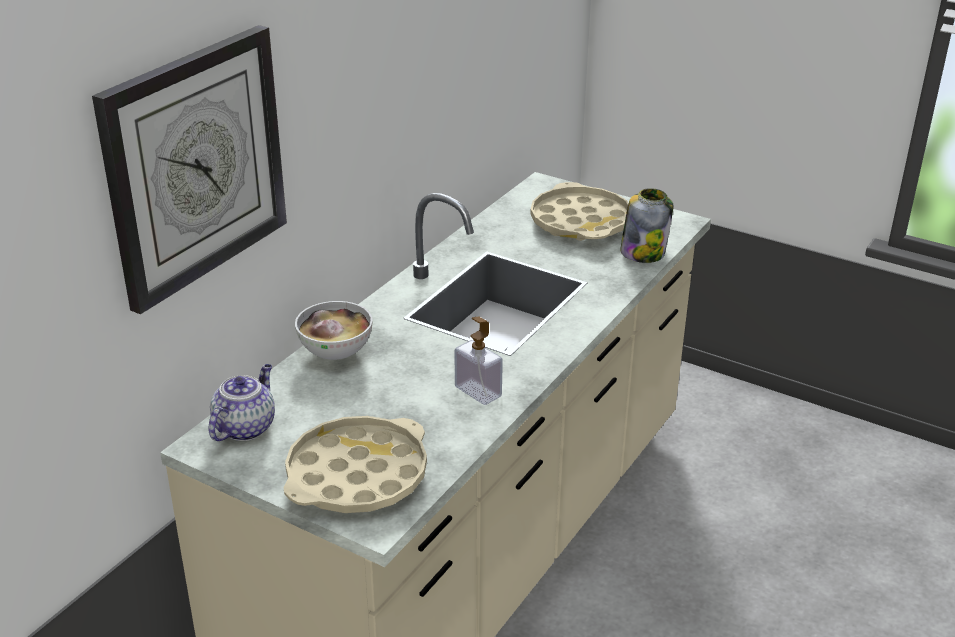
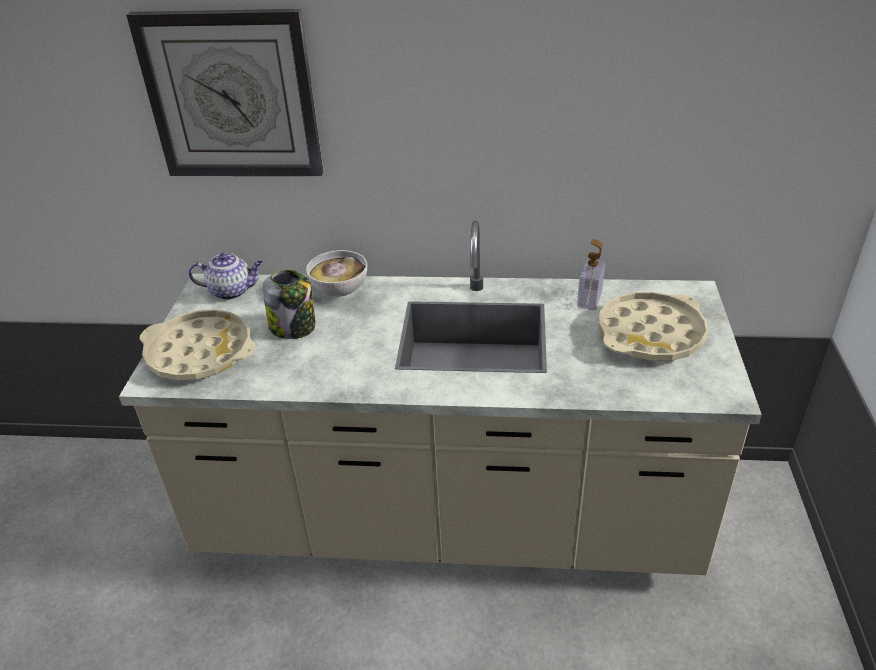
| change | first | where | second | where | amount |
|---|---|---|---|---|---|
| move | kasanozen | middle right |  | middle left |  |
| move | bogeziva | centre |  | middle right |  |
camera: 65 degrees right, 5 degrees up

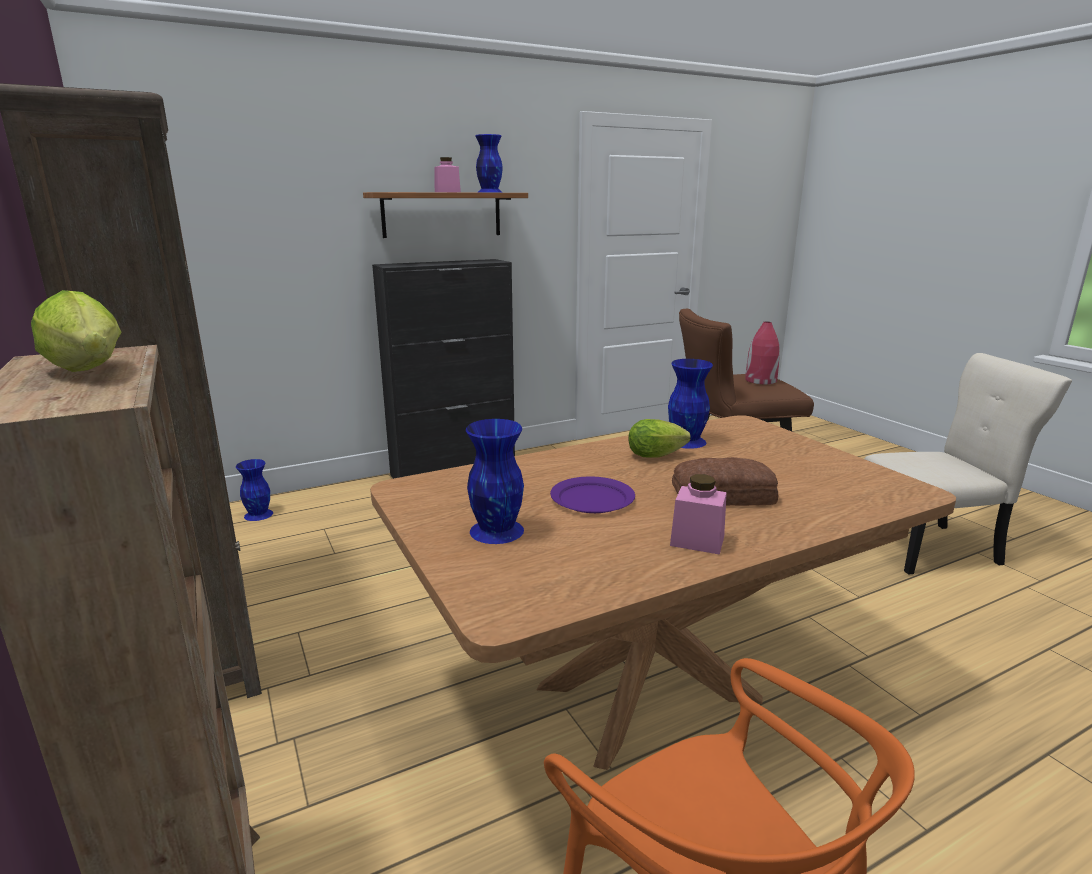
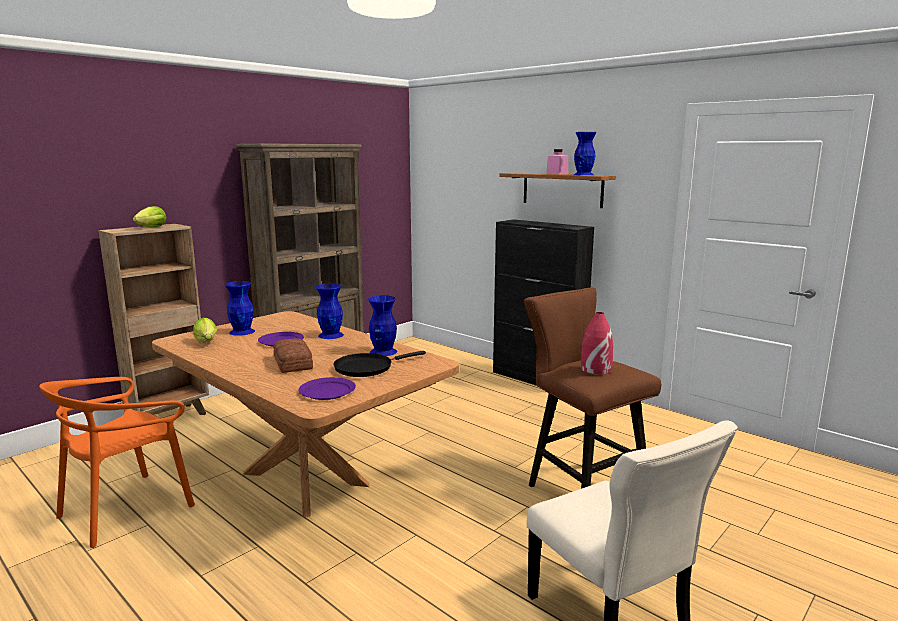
| change | first | where | second | where | amount |
|---|---|---|---|---|---|
| move | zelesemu (2nd from left) | centre |  | middle left |  |
| move | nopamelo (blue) (1st from left in the first image) | middle left | nopamelo (blue) (2nd from left) | centre |  |
| delete | kasanozen (pink) (2nd from left) | centre |  |  |  |
| insert |  |  | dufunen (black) | centre |  |
| insert |  |  | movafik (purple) (2nd from left) | centre |  |
camera: 70 degrees right, 5 degrees down

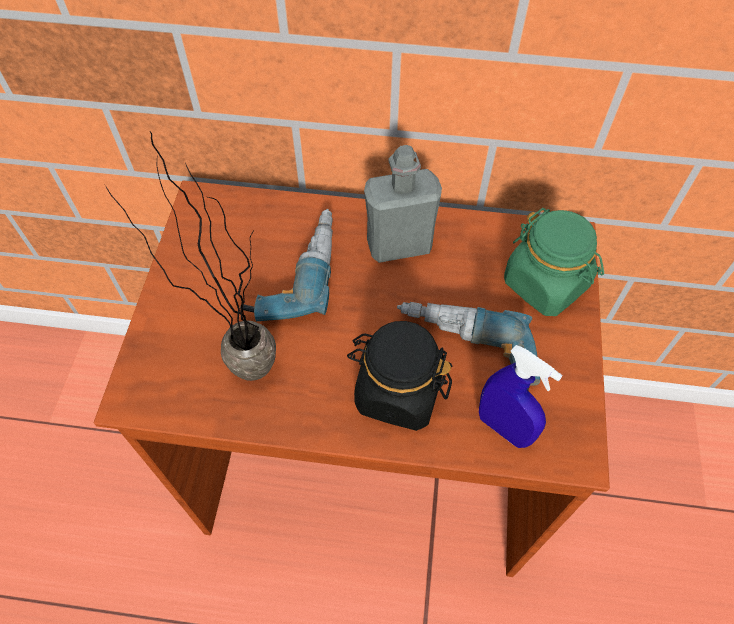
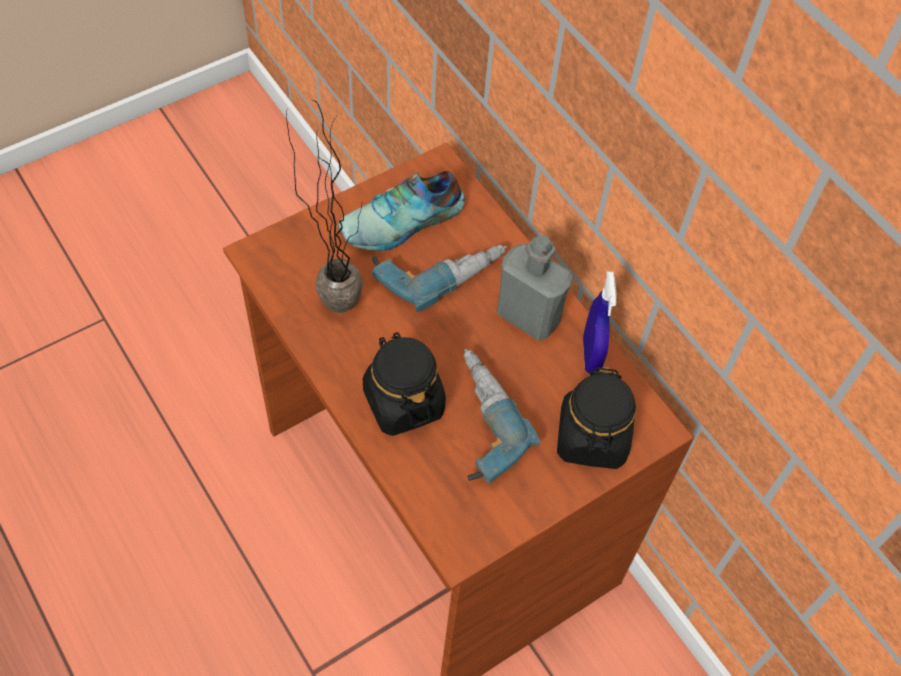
| change | first | where | second | where | amount |
|---|---|---|---|---|---|
| recolor | kasanozen (green) | middle right | kasanozen (black) (2nd from left) | centre |  |
| move | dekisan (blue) | middle right |  | centre |  |
| insert |  |  | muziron | top centre |  |
camera: 45 degrees right, 0 degrees up

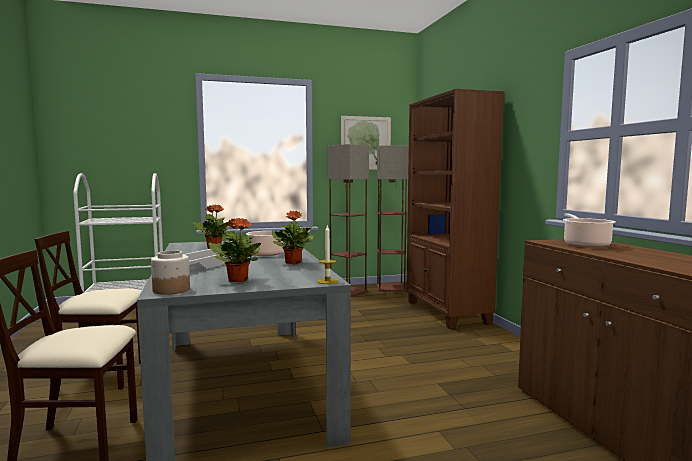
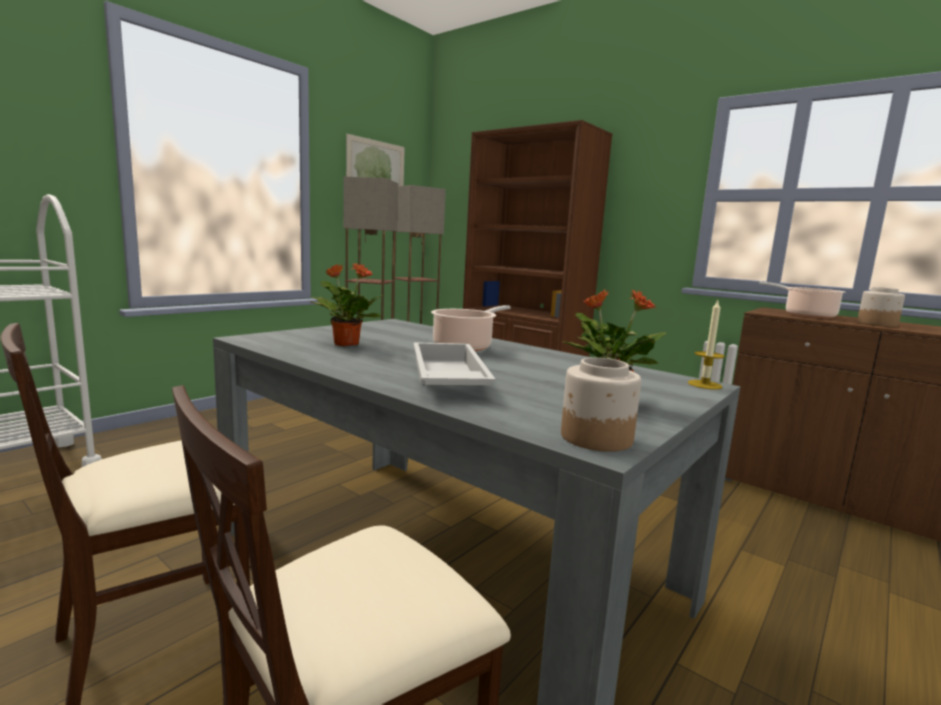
| change | first | where | second | where | amount |
|---|---|---|---|---|---|
| delete | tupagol (3rd from left) | centre |  |  |  |
| insert |  |  | kasanozen (2nd from left) | middle right |  |
camera: 35 degrees left, 5 degrees up

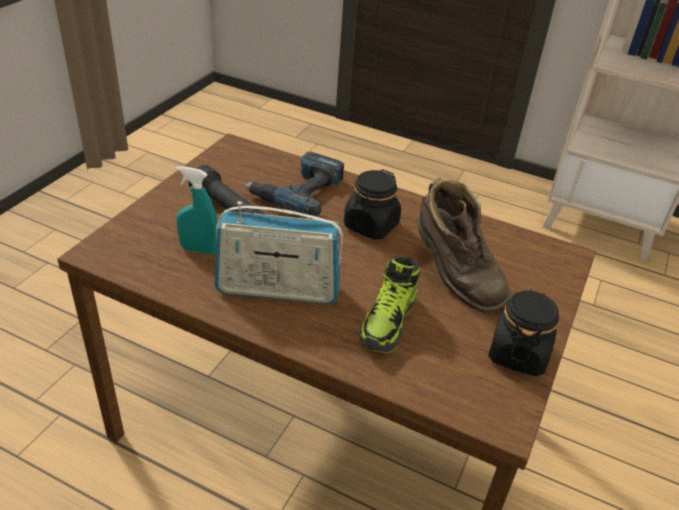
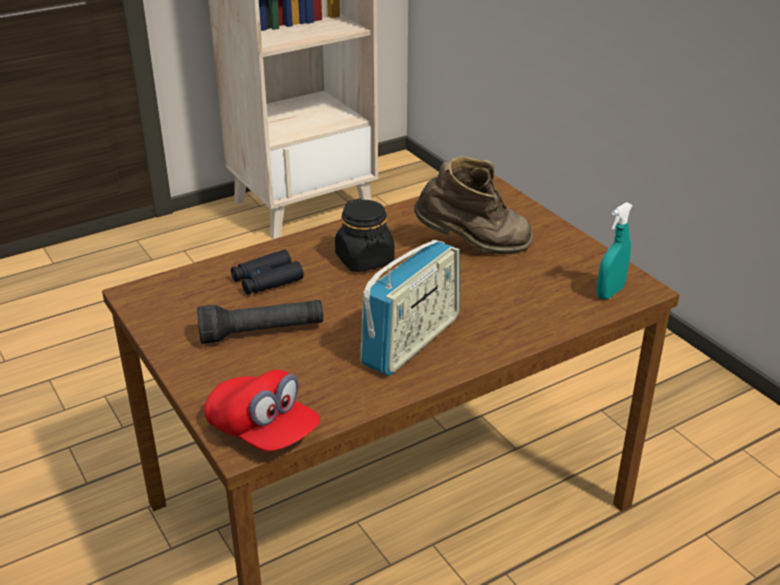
| change | first | where | second | where | amount |
|---|---|---|---|---|---|
| replace | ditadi | centre | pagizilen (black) | centre |  |
| move | dekisan (turquoise) | middle left |  | middle right |  |
| delete | muziron | centre |  |  |  |
| delete | kasanozen (black) (2nd from left) | middle right |  |  |  |
| insert |  |  | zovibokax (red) | bottom centre |  |
camera: 55 degrees left, 5 degrees down

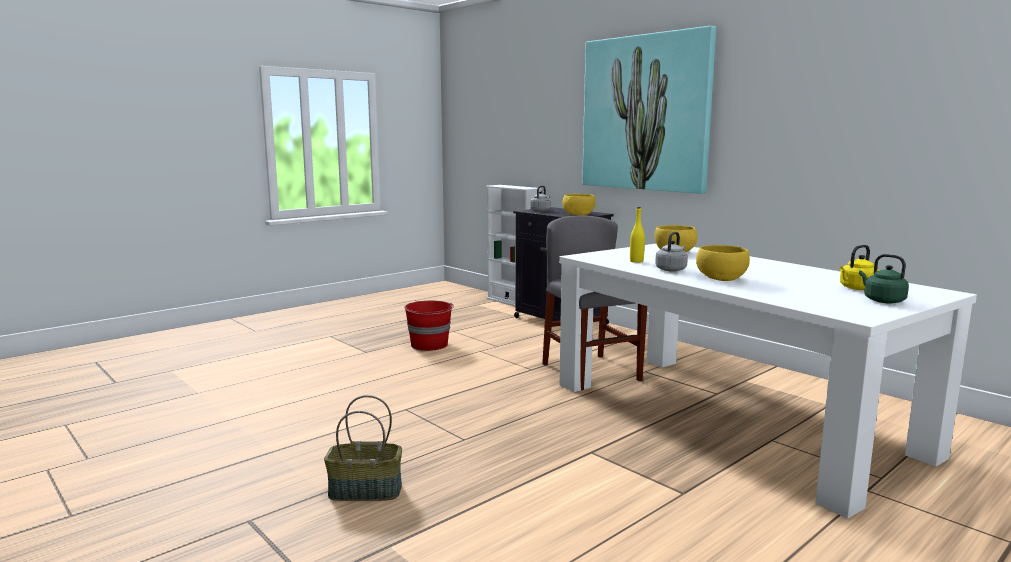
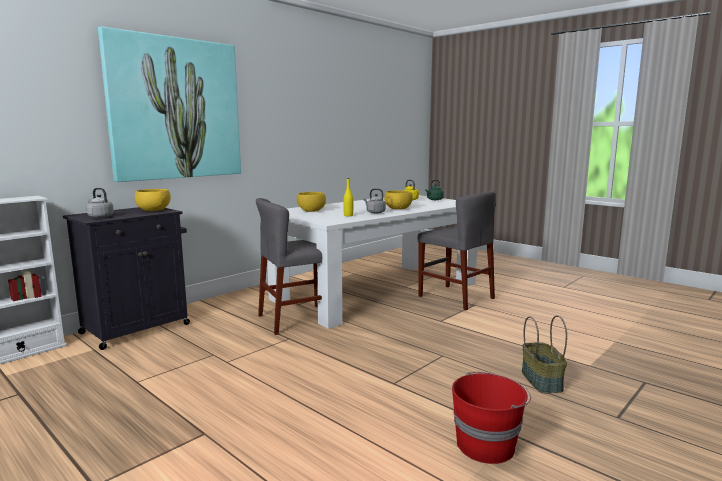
| change | first | where | second | where | amount |
|---|---|---|---|---|---|
| move | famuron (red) | centre |  | bottom right |  |
| insert |  |  | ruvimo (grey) (2nd from left) | centre |  |
camera: 95 degrees left, 0 degrees up

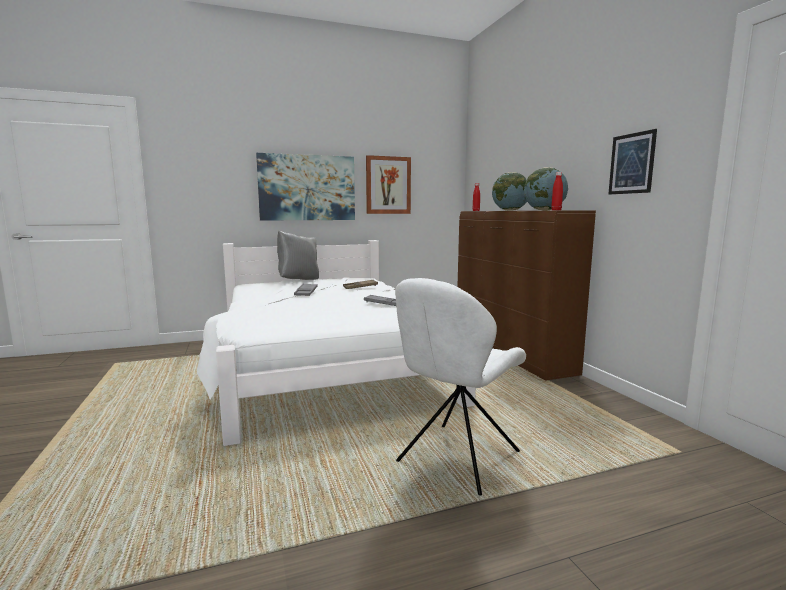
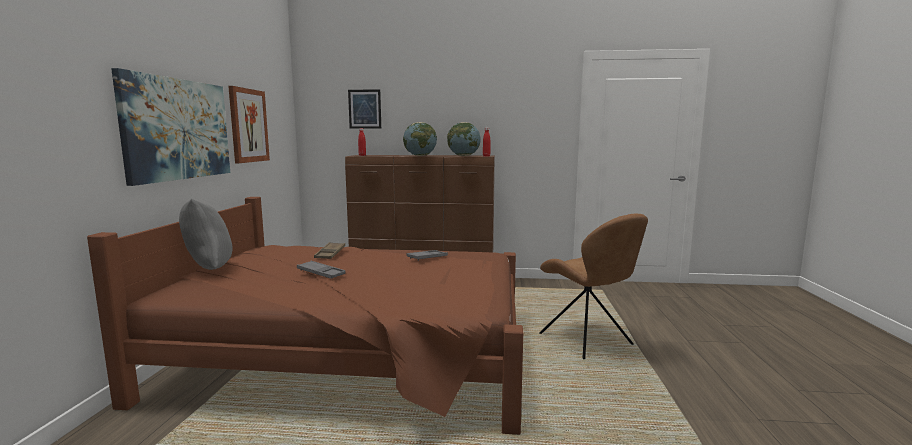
| change | first | where | second | where | amount |
|---|---|---|---|---|---|
| move | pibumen (3rd from left) | top right |  | top centre |  |
| recolor | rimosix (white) | centre | rimosix (brown) | bottom centre |  |
| recolor | ruvimo (white) | centre | ruvimo (brown) | centre |  |
camera: 65 degrees left, 0 degrees up

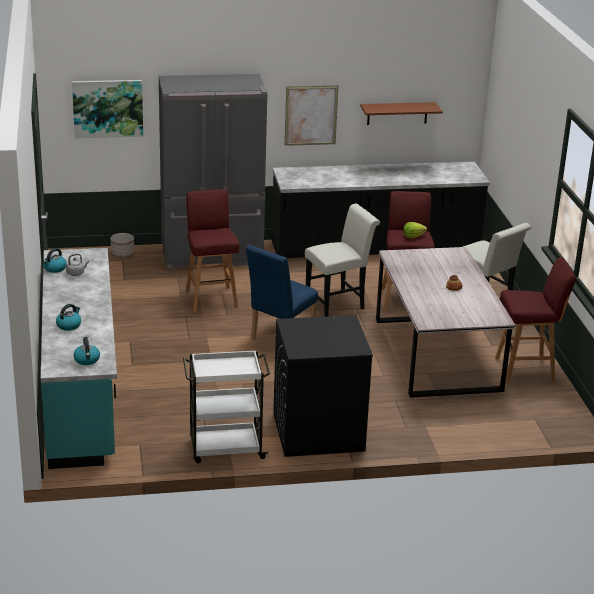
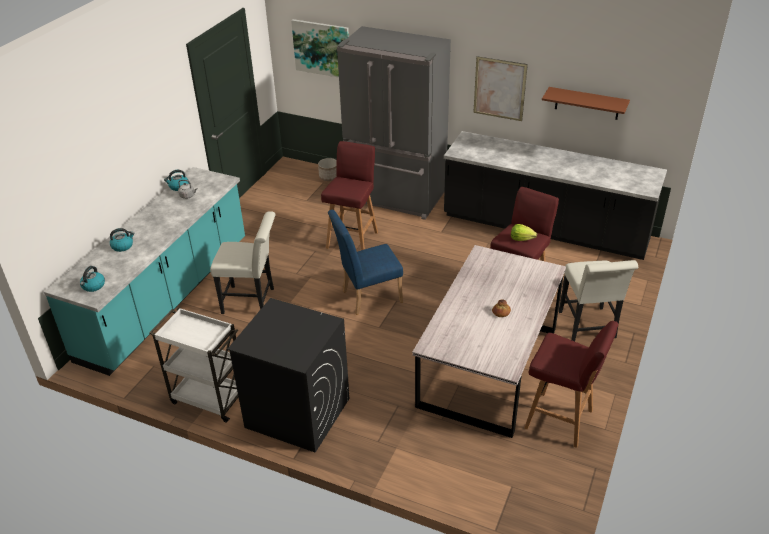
| change | first | where | second | where | amount |
|---|---|---|---|---|---|
| move | ruvimo (white) (1st from left) | centre |  | middle left |  |
camera: 35 degrees right, 10 degrees up

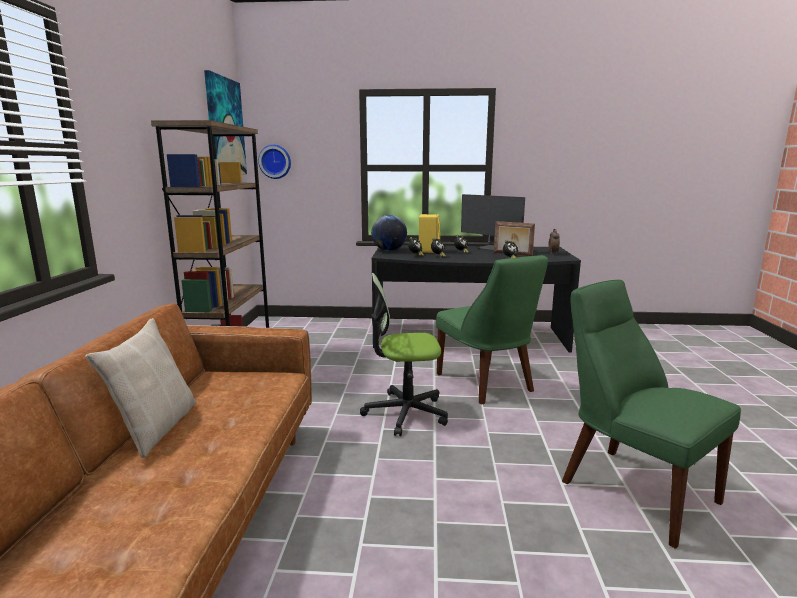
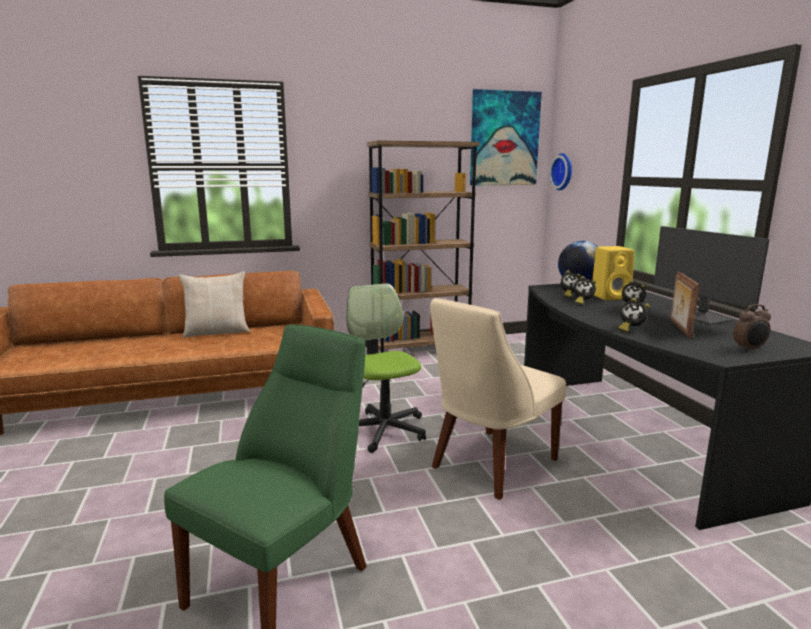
| change | first | where | second | where | amount |
|---|---|---|---|---|---|
| rotate | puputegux | centre |  | middle right | 45 degrees counterclockwise |
| recolor | ruvimo (green) (1st from left) | centre | ruvimo (beige) | centre |  |
camera: 70 degrees right, 0 degrees up

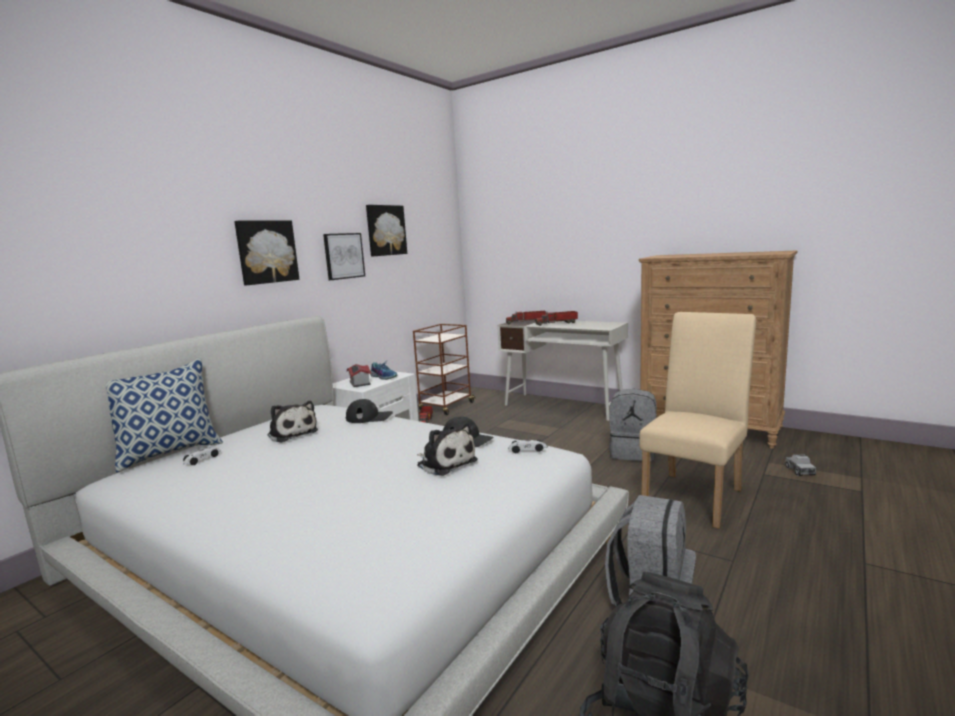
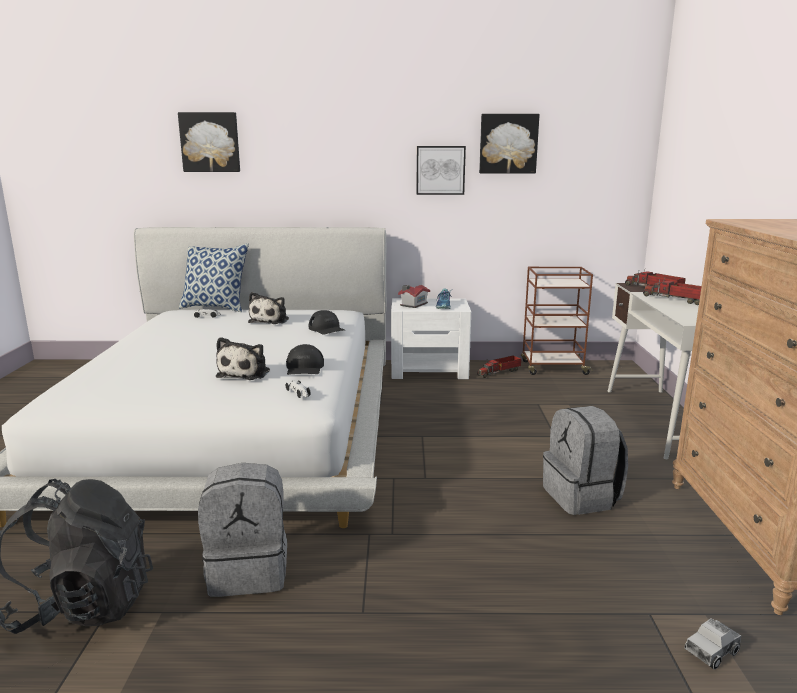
| change | first | where | second | where | amount |
|---|---|---|---|---|---|
| move | pibumen (1st from left) | middle left |  | top left |  |
| delete | ruvimo (beige) | middle right |  |  |  |
camera: 55 degrees right, 5 degrees up

